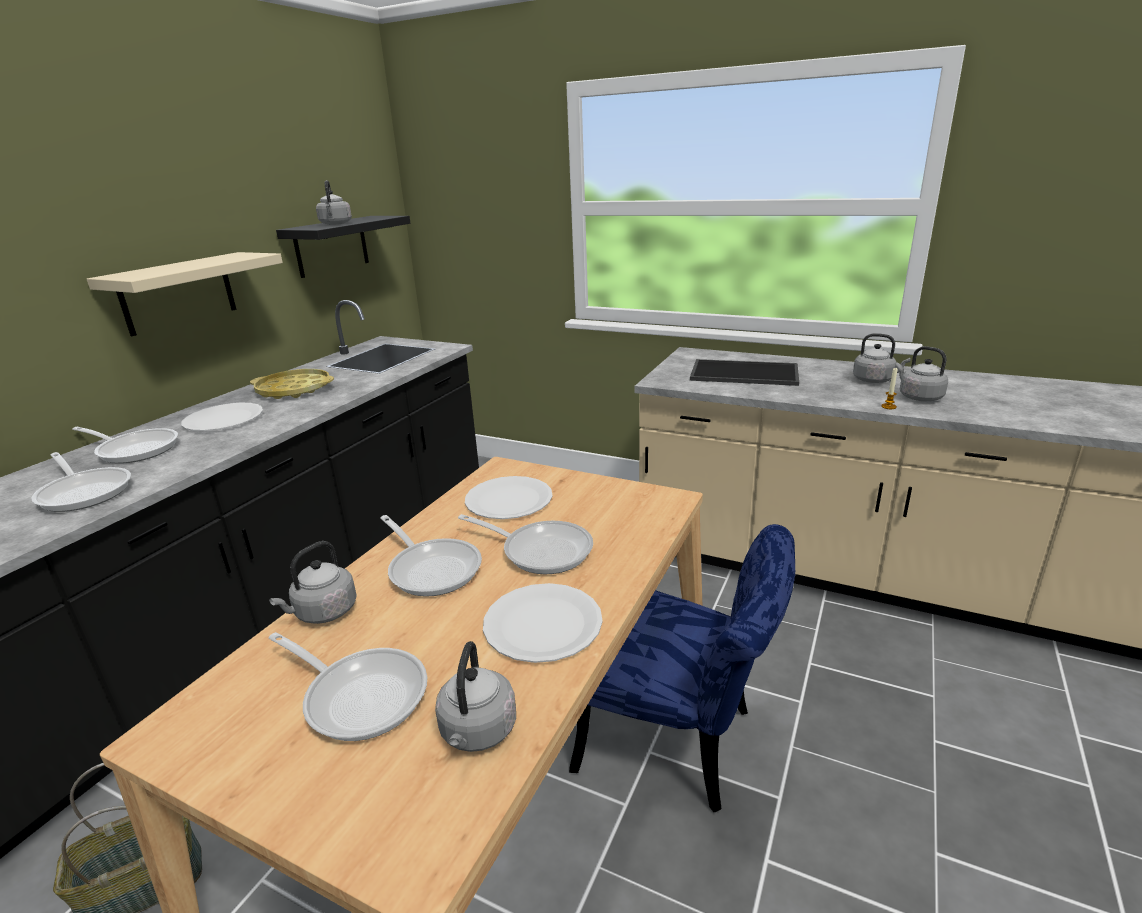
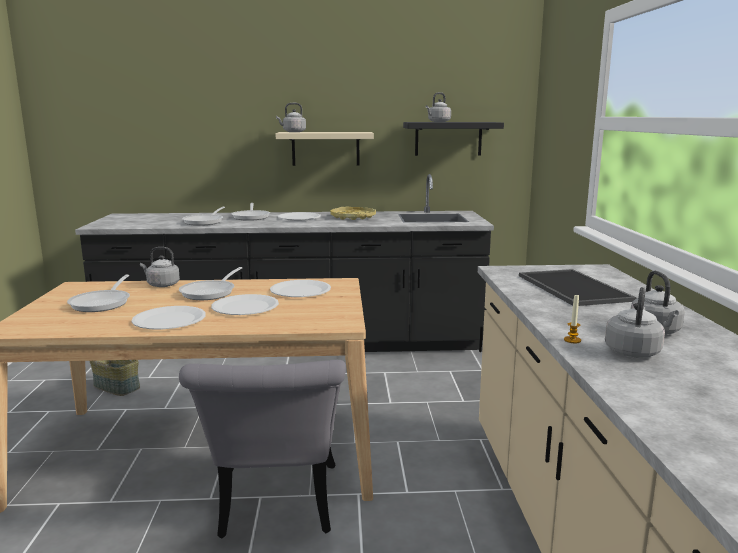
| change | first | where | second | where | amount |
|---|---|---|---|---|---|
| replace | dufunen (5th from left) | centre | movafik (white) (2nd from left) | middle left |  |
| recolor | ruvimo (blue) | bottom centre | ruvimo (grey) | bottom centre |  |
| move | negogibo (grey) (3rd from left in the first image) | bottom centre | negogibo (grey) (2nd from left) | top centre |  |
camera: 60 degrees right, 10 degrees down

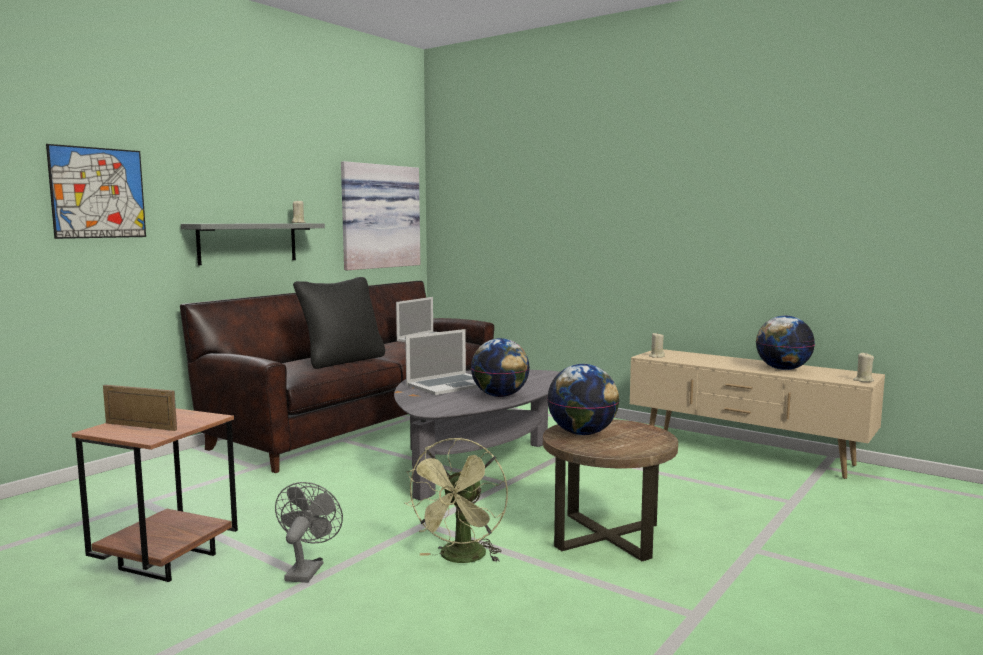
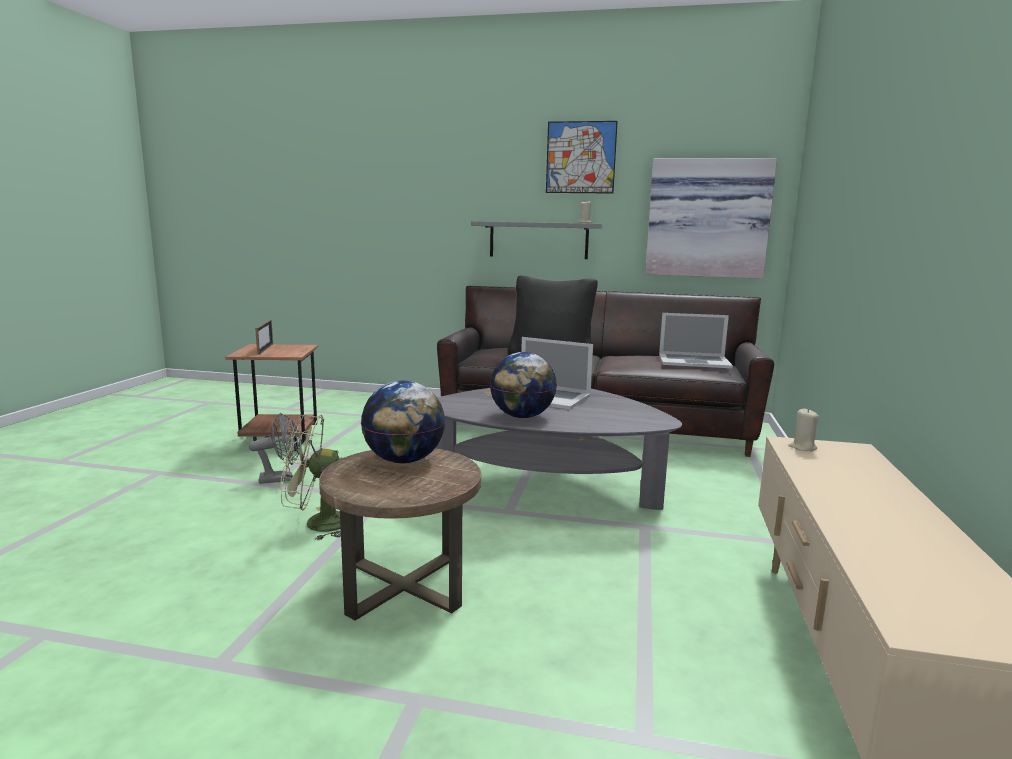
| change | first | where | second | where | amount |
|---|---|---|---|---|---|
| move | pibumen (1st from left) | top left |  | top centre |  |
| delete | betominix (3rd from left) | middle right |  |  |  |
| delete | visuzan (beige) (3rd from left) | middle right |  |  |  |
camera: 65 degrees right, 5 degrees up

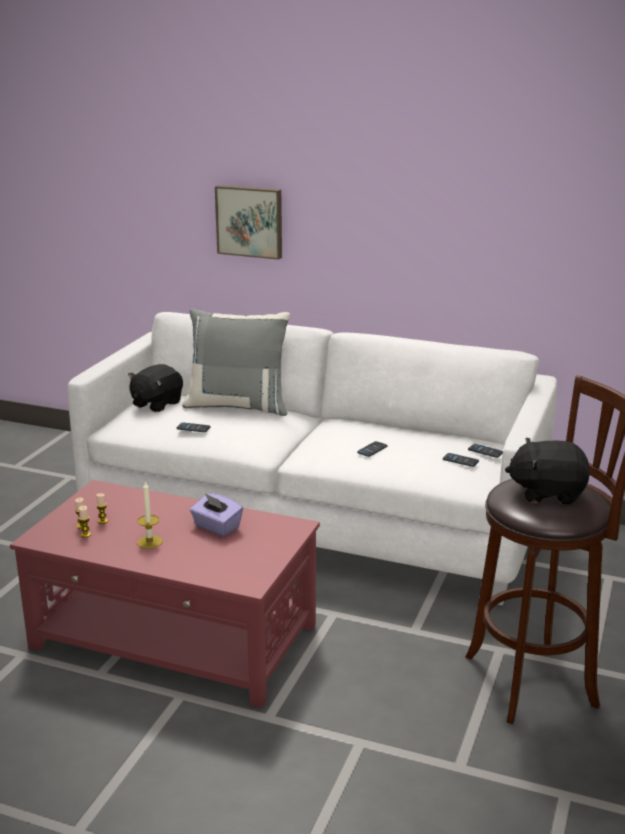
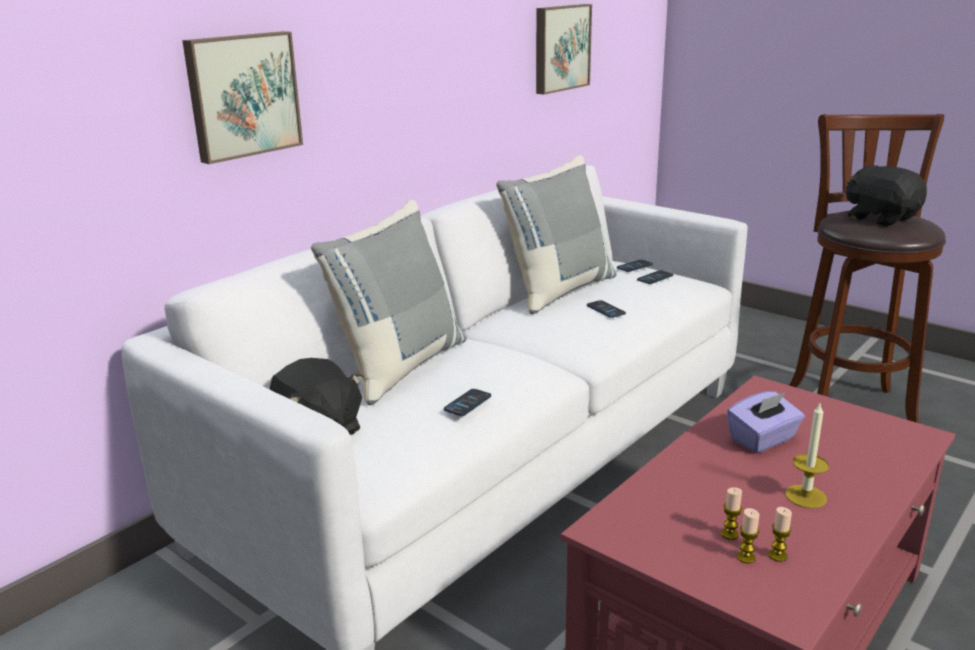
| change | first | where | second | where | amount |
|---|---|---|---|---|---|
| rotate | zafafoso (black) (2nd from left) | middle right |  | top right | 120 degrees clockwise |
| insert |  |  | pibumen (2nd from left) | top centre |  |
| insert |  |  | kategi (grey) (2nd from left) | centre |  |
camera: 70 degrees left, 0 degrees up

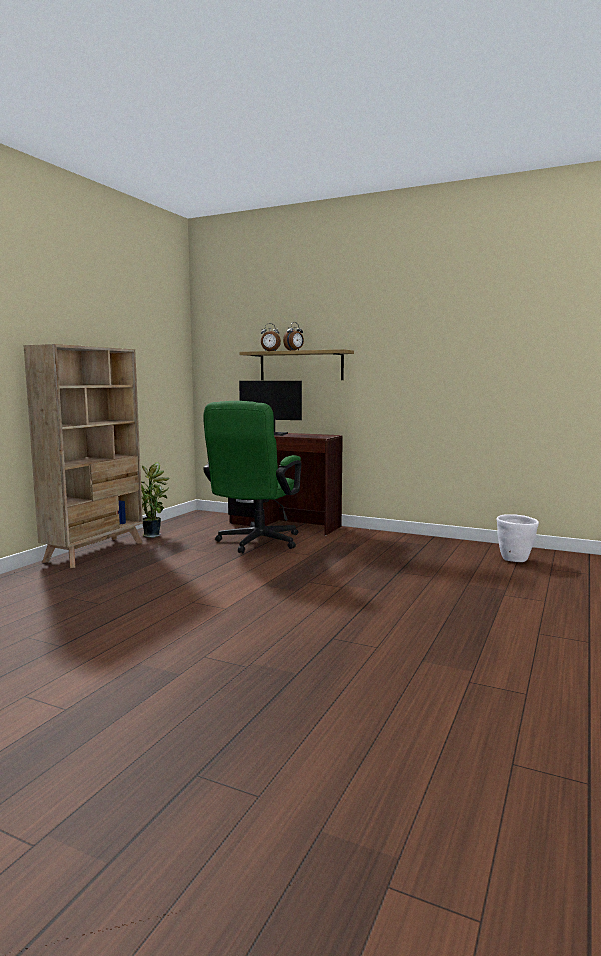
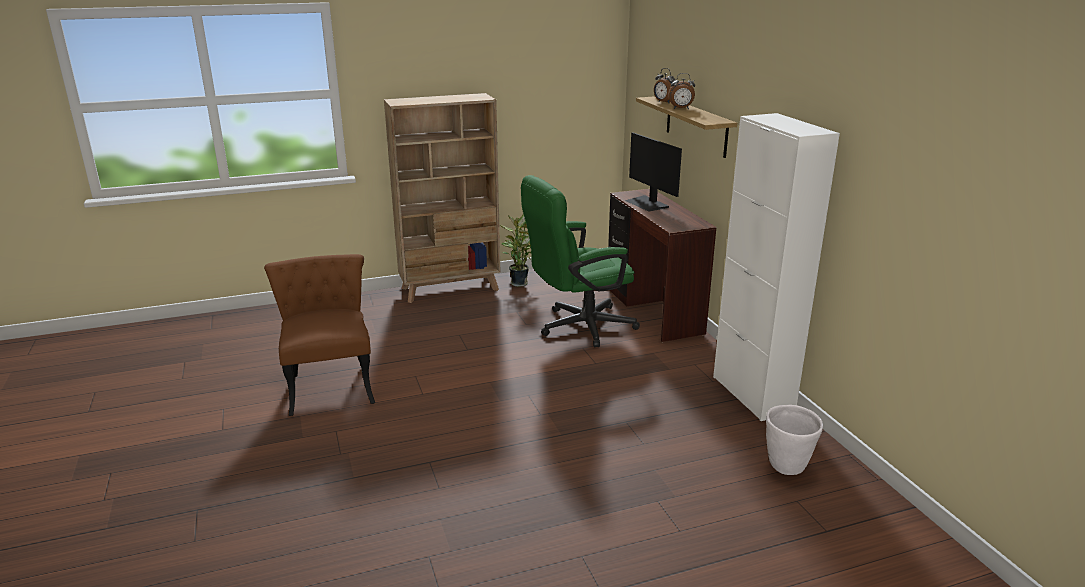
| change | first | where | second | where | amount |
|---|---|---|---|---|---|
| insert |  |  | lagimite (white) | middle right |  |
| insert |  |  | ruvimo (brown) | middle left |  |
camera: 45 degrees right, 15 degrees up

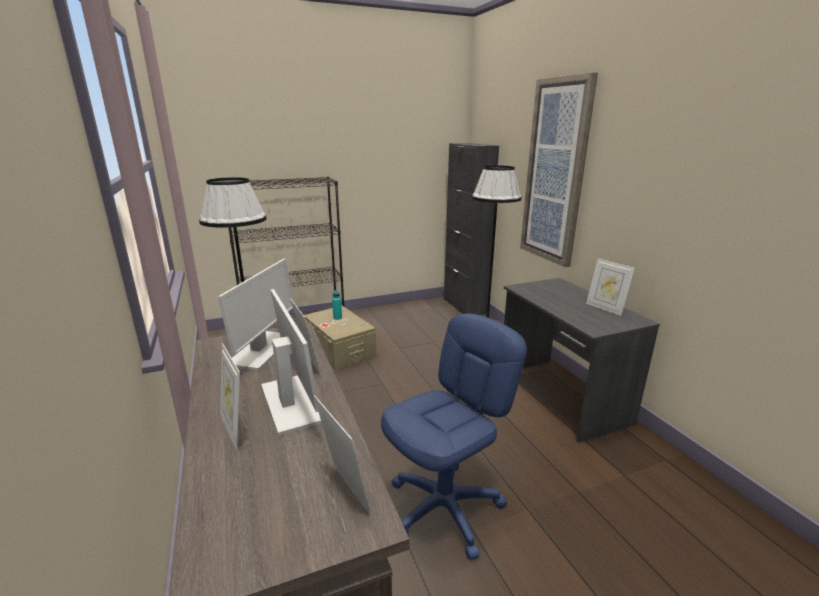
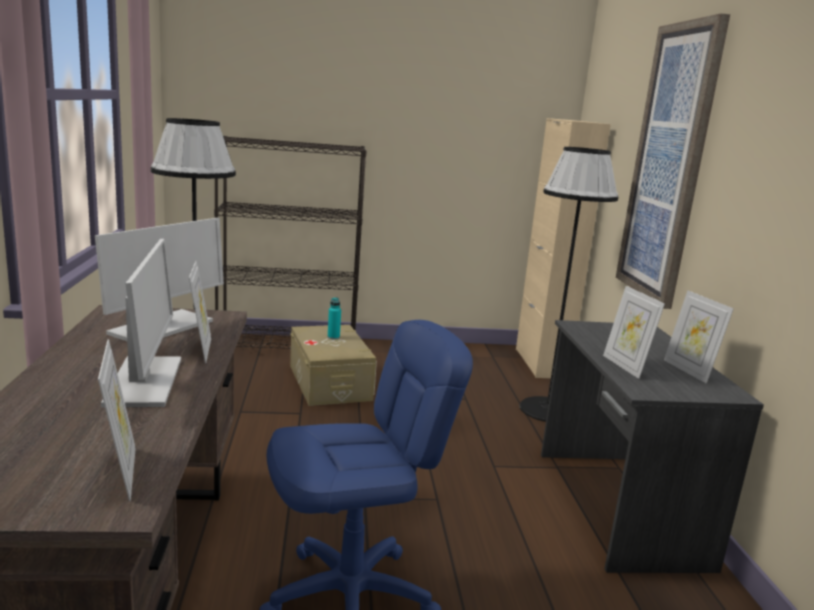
| change | first | where | second | where | amount |
|---|---|---|---|---|---|
| recolor | lagimite (black) | centre | lagimite (beige) | middle right |  |
| move | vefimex (1st from left in the first image) | middle left | vefimex (3rd from left) | middle right |  |
camera: 15 degrees right, 5 degrees down

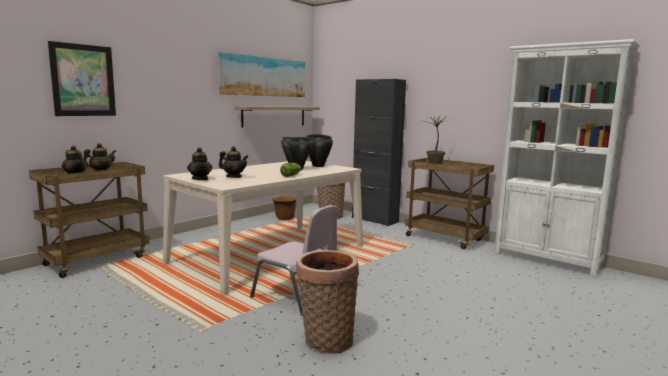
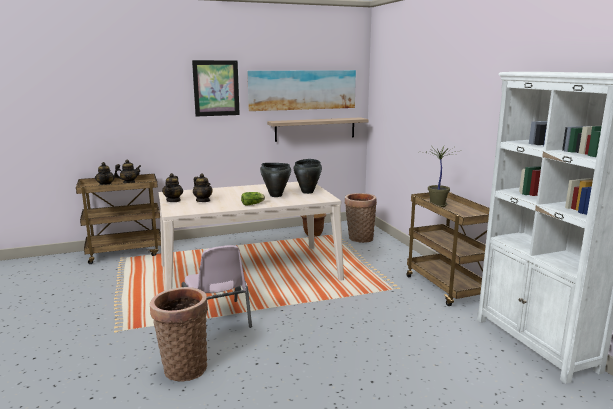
| change | first | where | second | where | amount |
|---|---|---|---|---|---|
| move | pibumen (1st from left) | top left |  | top centre |  |
| delete | lagimite (black) | centre |  |  |  |
camera: 30 degrees right, 5 degrees up

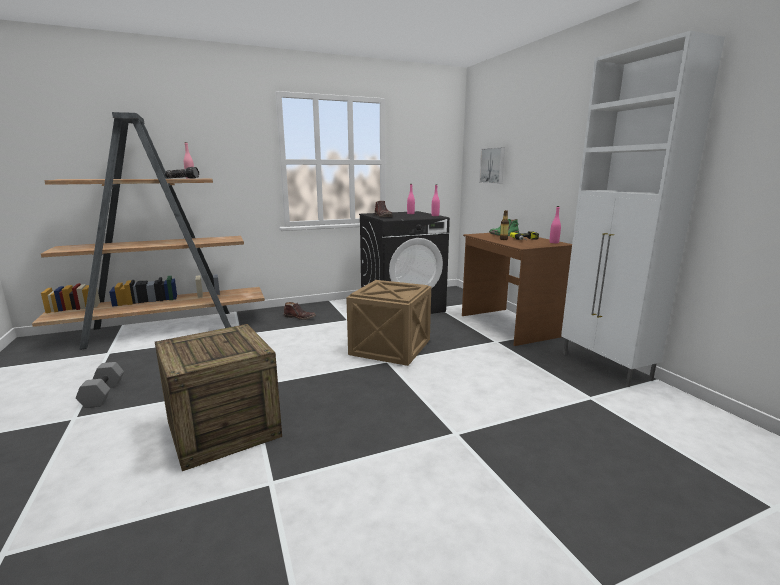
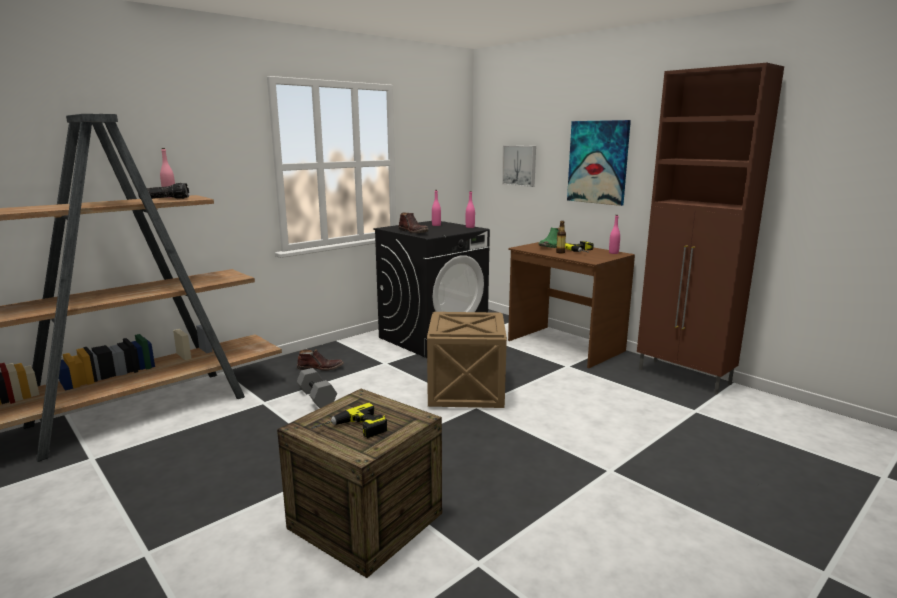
| change | first | where | second | where | amount |
|---|---|---|---|---|---|
| recolor | lagimite (white) | middle right | lagimite (brown) | middle right |  |
| move | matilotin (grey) | middle left |  | centre |  |
| insert |  |  | pibumen (2nd from left) | top right |  |
| insert |  |  | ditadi (1st from left) | bottom centre |  |
camera: 20 degrees left, 0 degrees up

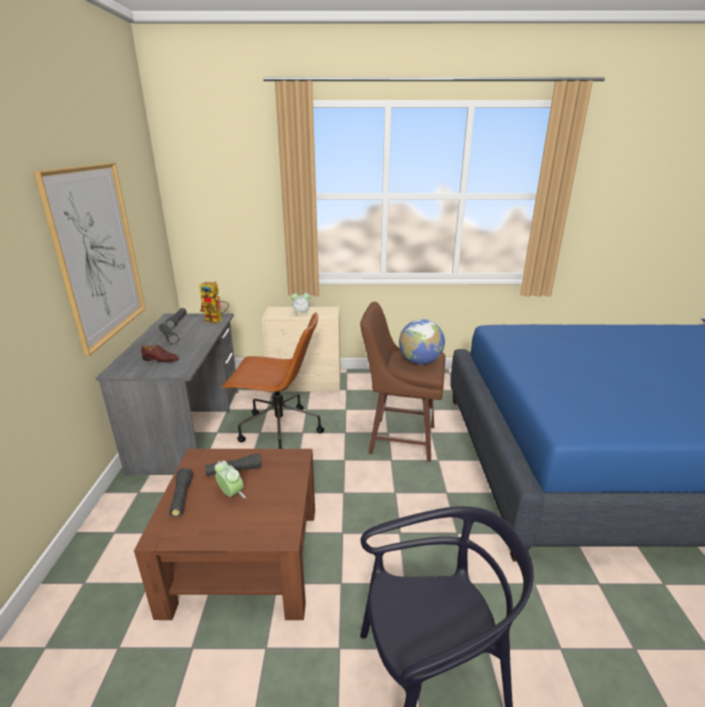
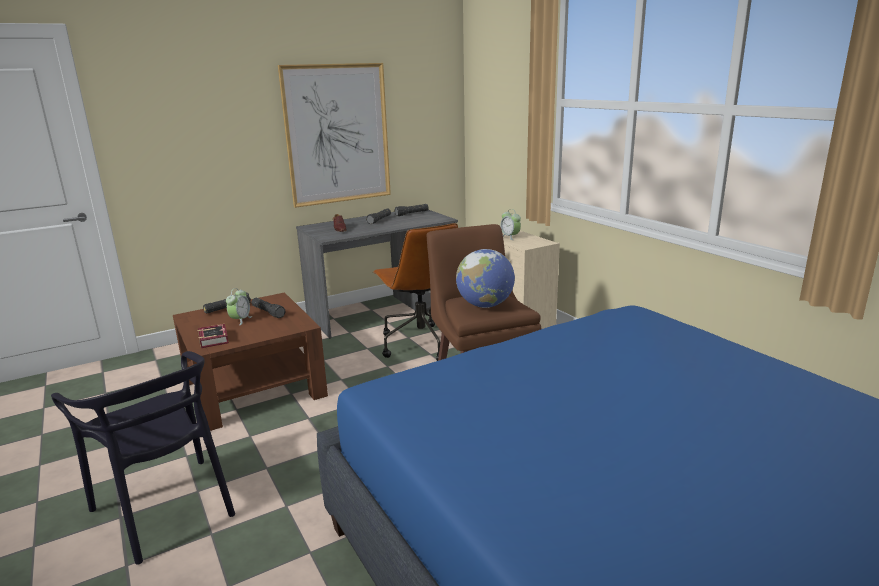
| change | first | where | second | where | amount |
|---|---|---|---|---|---|
| delete | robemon | middle left |  |  |  |
| insert |  |  | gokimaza | middle left |  |
camera: 60 degrees right, 5 degrees down

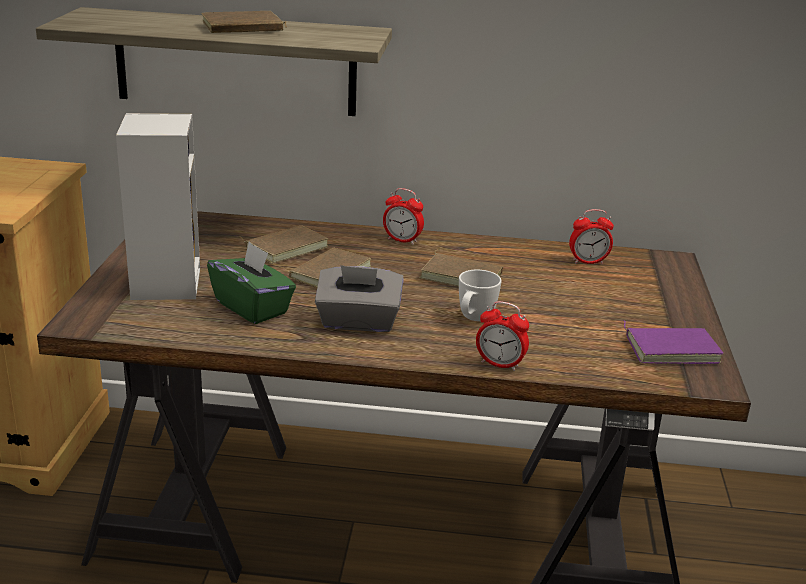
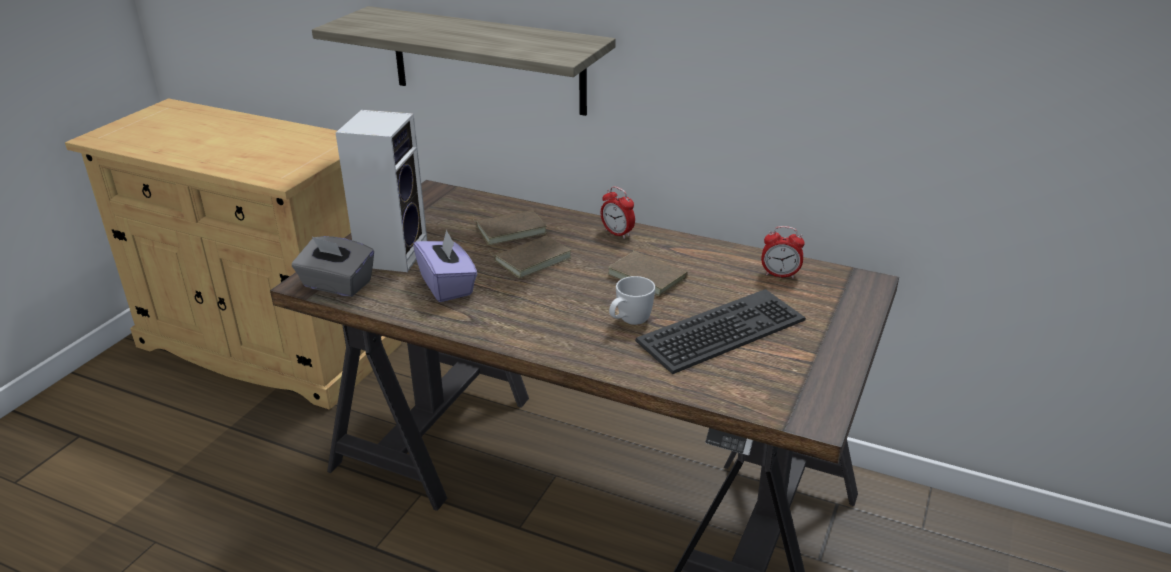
| change | first | where | second | where | amount |
|---|---|---|---|---|---|
| delete | gokimaza (brown) (1st from left) | top left |  |  |  |
| recolor | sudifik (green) | middle left | sudifik (purple) | centre |  |
| move | sudifik (grey) | centre |  | middle left |  |
| delete | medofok (2nd from left) | centre |  |  |  |
| delete | gokimaza (purple) | middle right |  |  |  |
| insert |  |  | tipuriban | centre |  |
camera: 20 degrees right, 5 degrees up

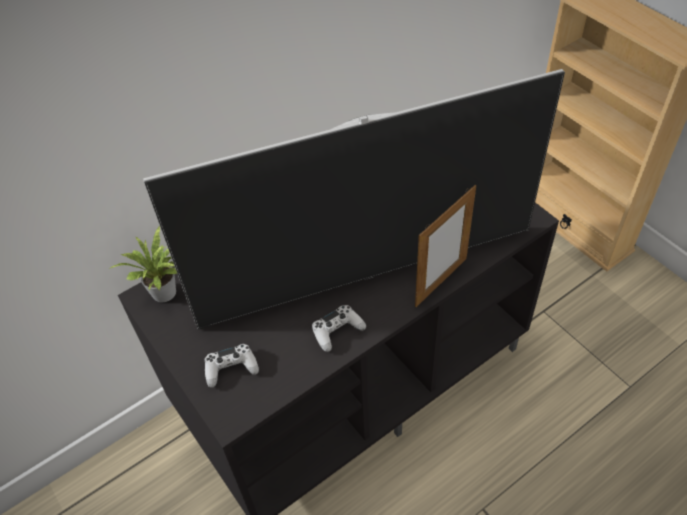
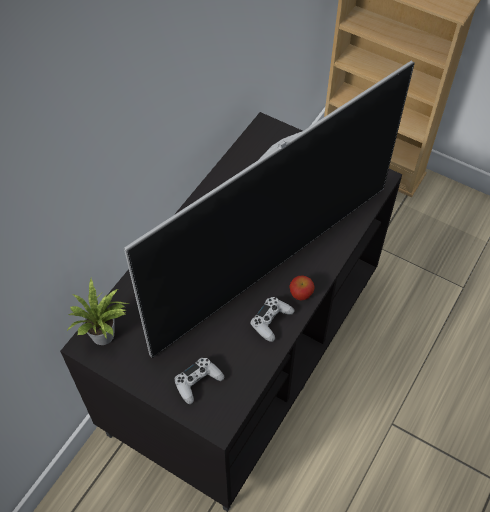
| change | first | where | second | where | amount |
|---|---|---|---|---|---|
| delete | vefimex | centre |  |  |  |
| insert |  |  | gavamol | centre |  |
camera: 25 degrees left, 5 degrees up

